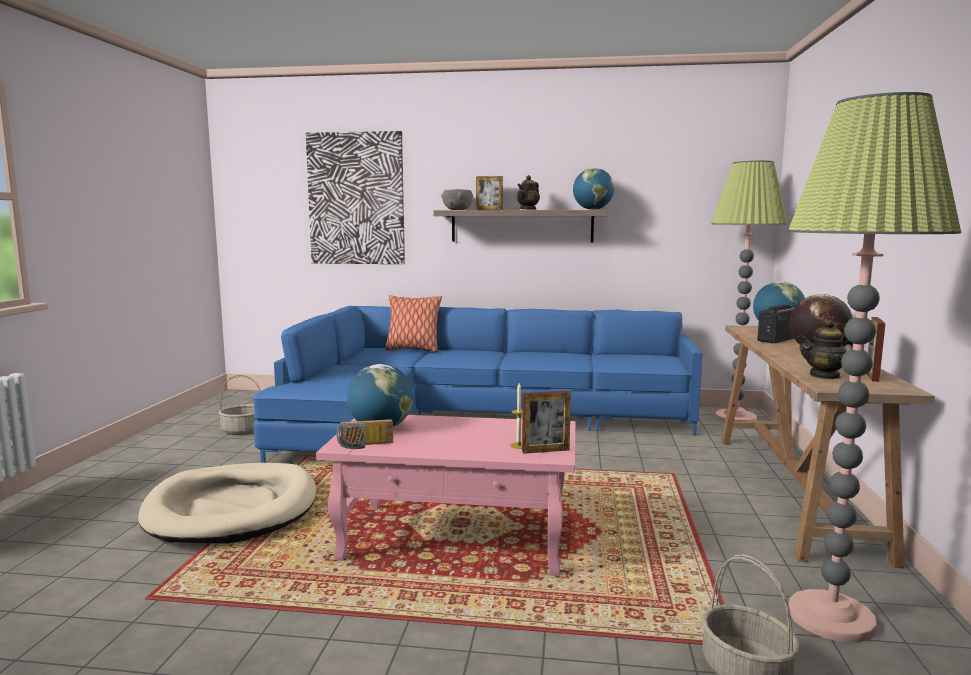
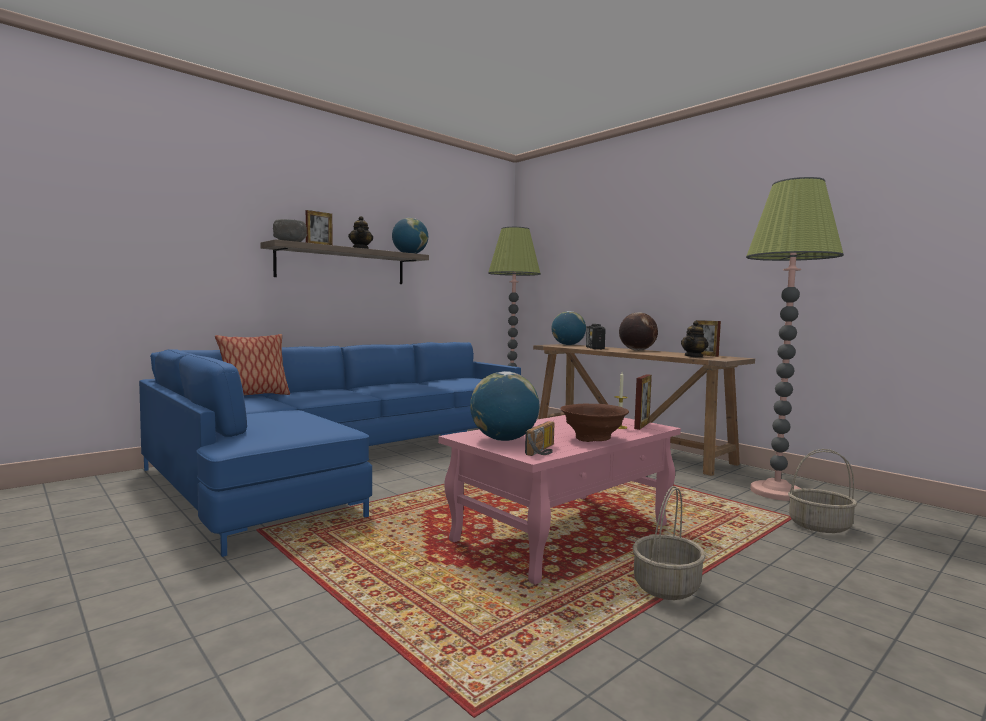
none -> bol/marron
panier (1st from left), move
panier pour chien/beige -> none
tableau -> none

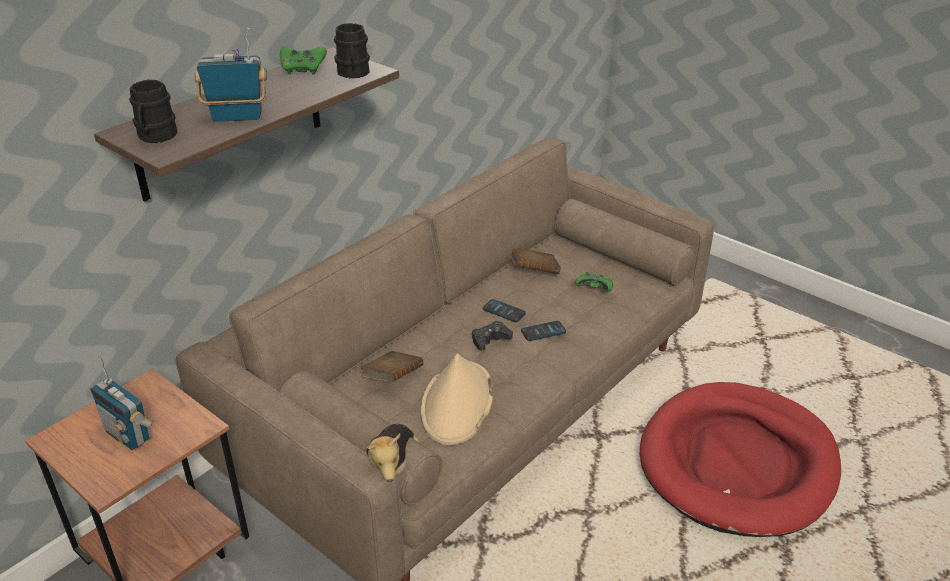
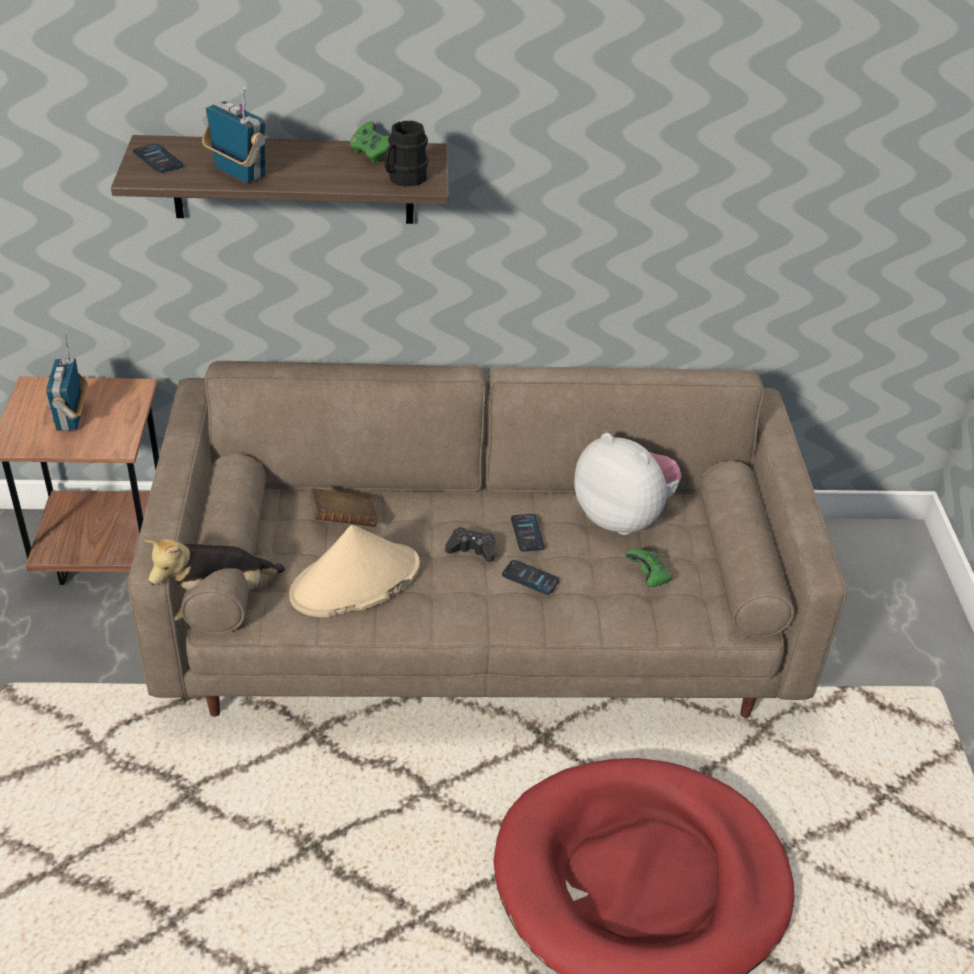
mug/noir (1st from left) -> téléphone (1st from left)
livre/marron (2nd from left) -> peluche (2nd from left)

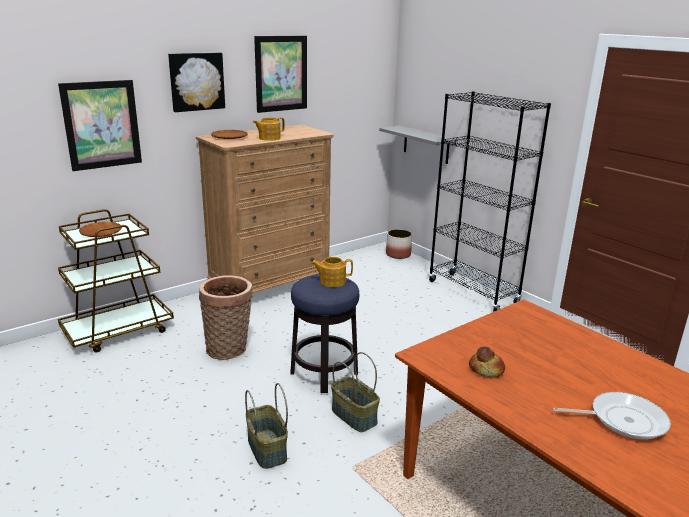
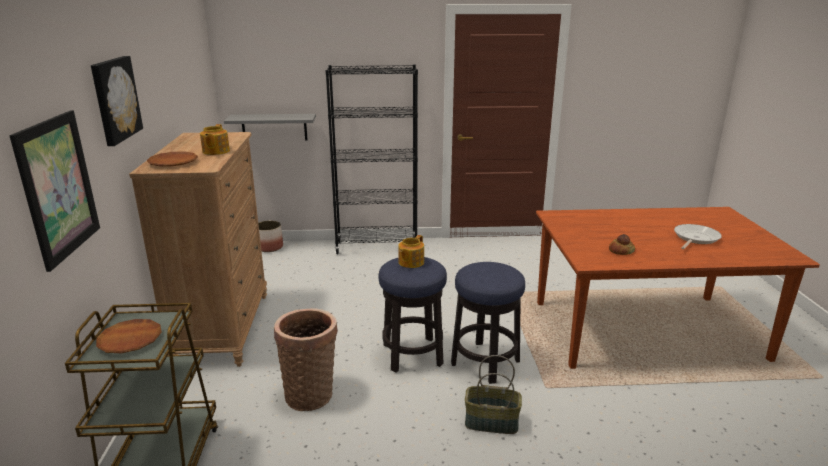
panier (3rd from left) -> tabouret (2nd from left)
tableau (3rd from left) -> none

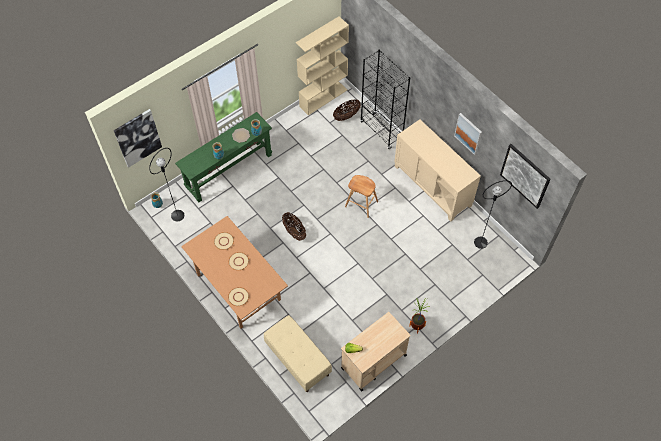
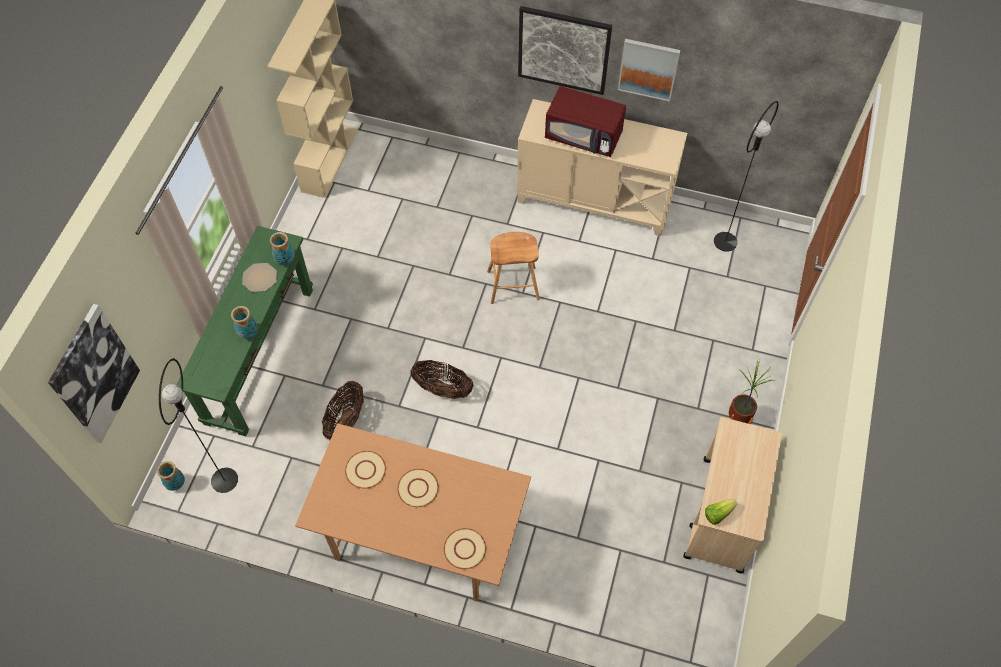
panier (2nd from left in the first image) -> panier (1st from left), move
tableau (3rd from left in the first image) -> tableau (2nd from left), move
none -> micro-ondes/rouge
banc/beige -> none
bibliothèque/noir -> none

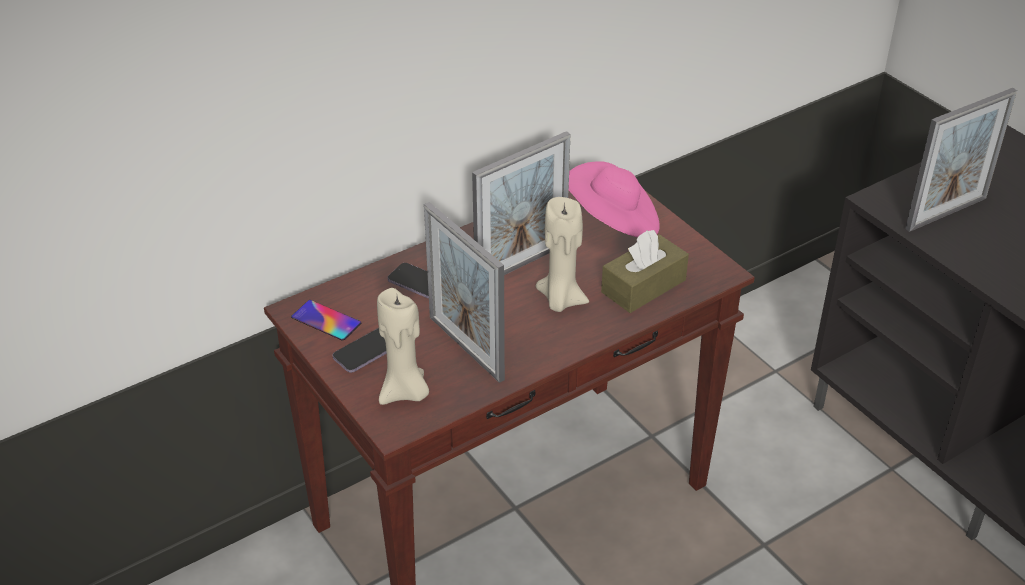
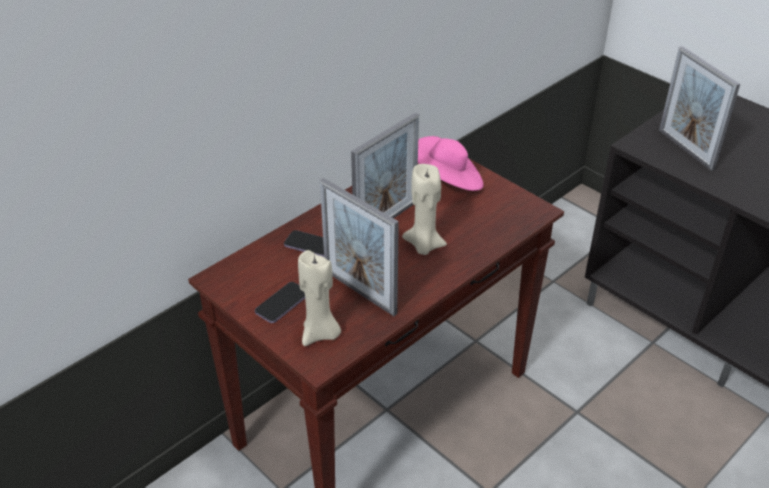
cadre photo (3rd from left), 105 degrees clockwise
téléphone (1st from left) -> none
boîte à mouchoirs/marron -> none

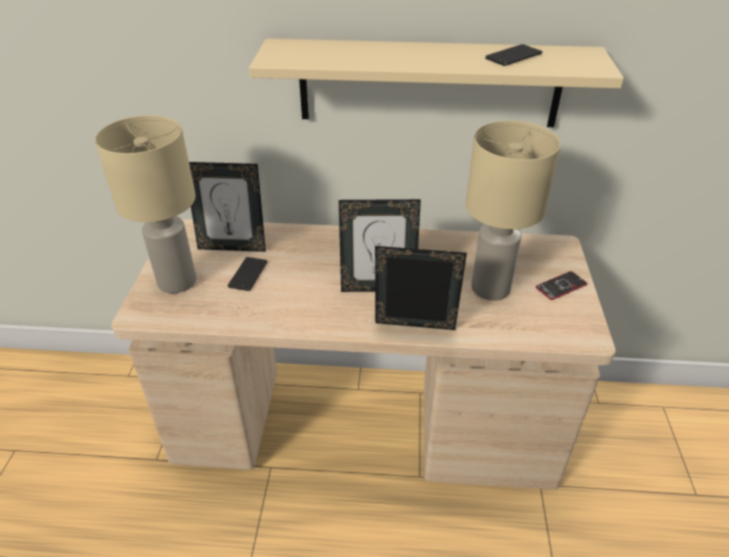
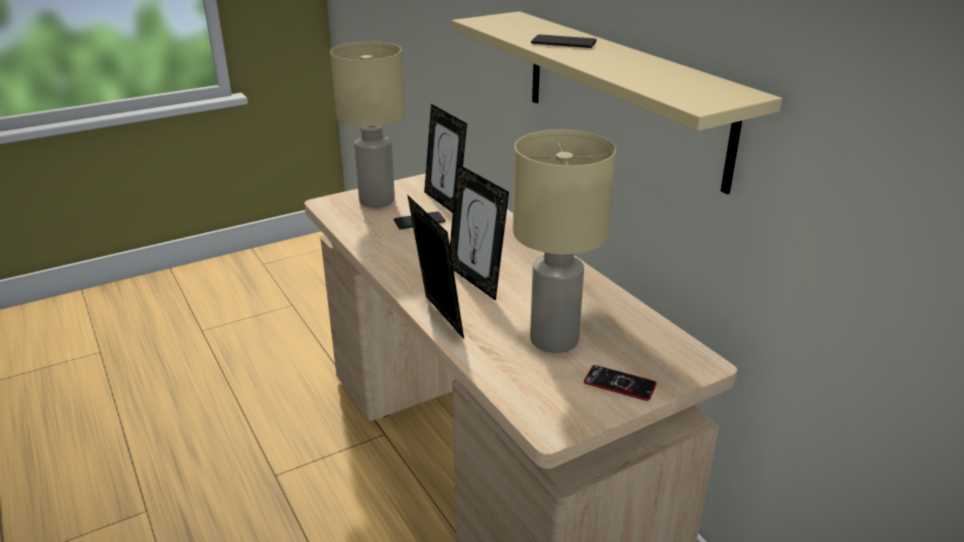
téléphone (2nd from left), move

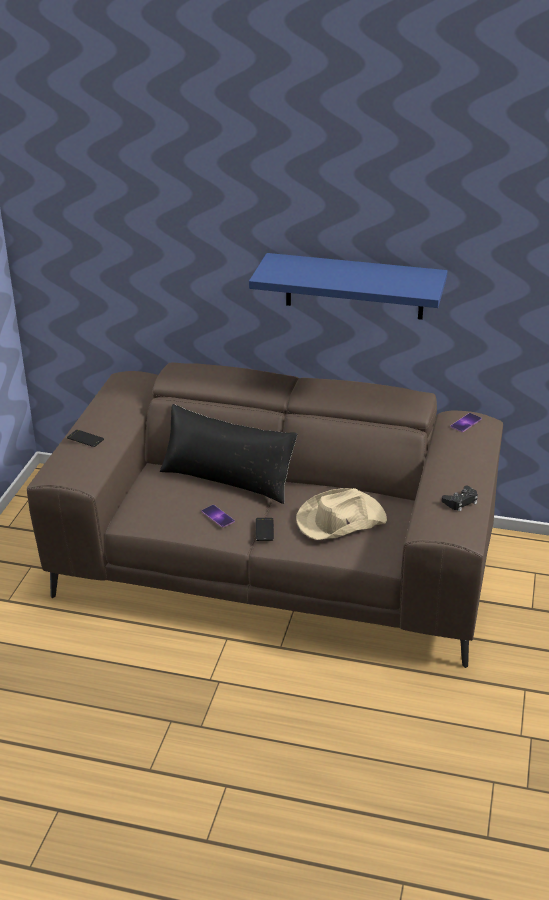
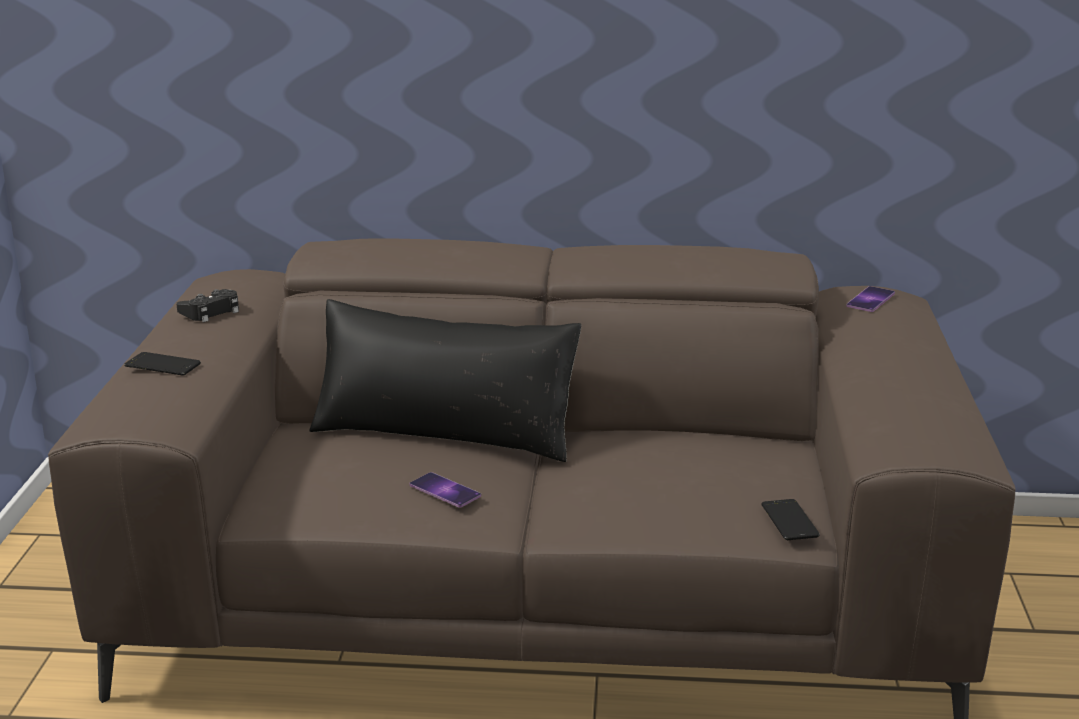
manette/noir, move
téléphone (3rd from left), move
étagère/bleu -> none
chapeau/beige -> none

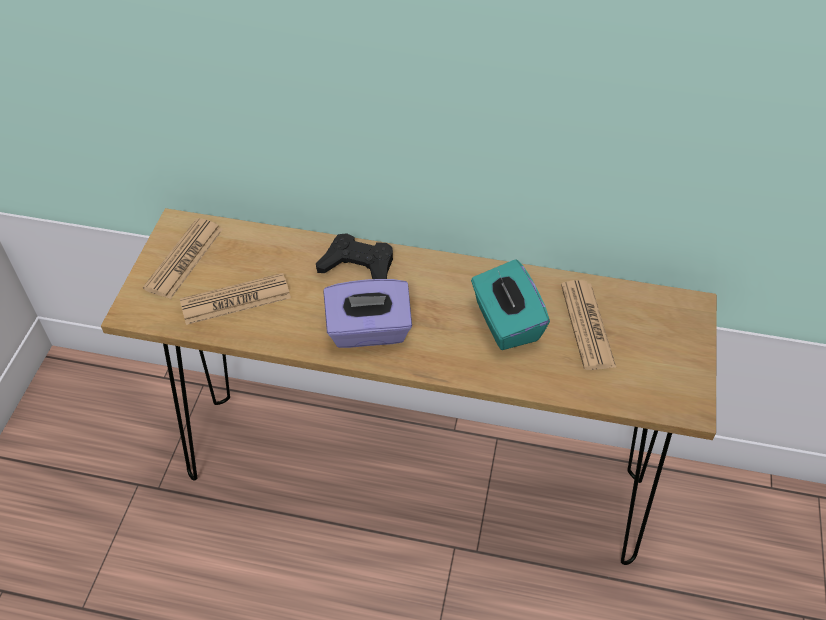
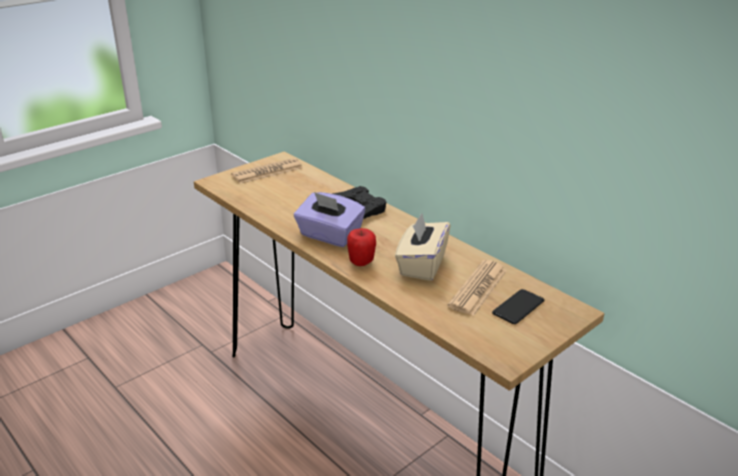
none -> pomme
boîte à mouchoirs/turquoise -> boîte à mouchoirs/beige
none -> téléphone
journal (2nd from left) -> none

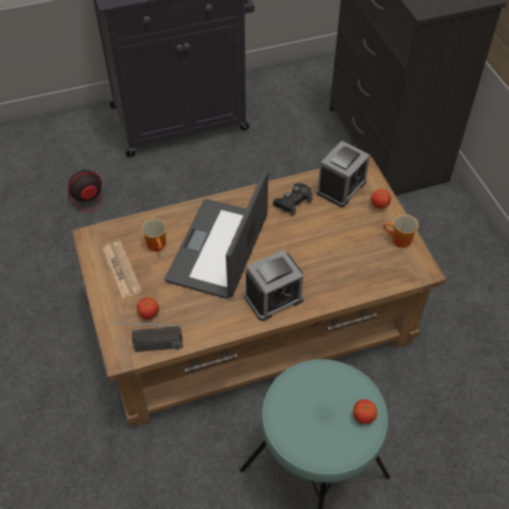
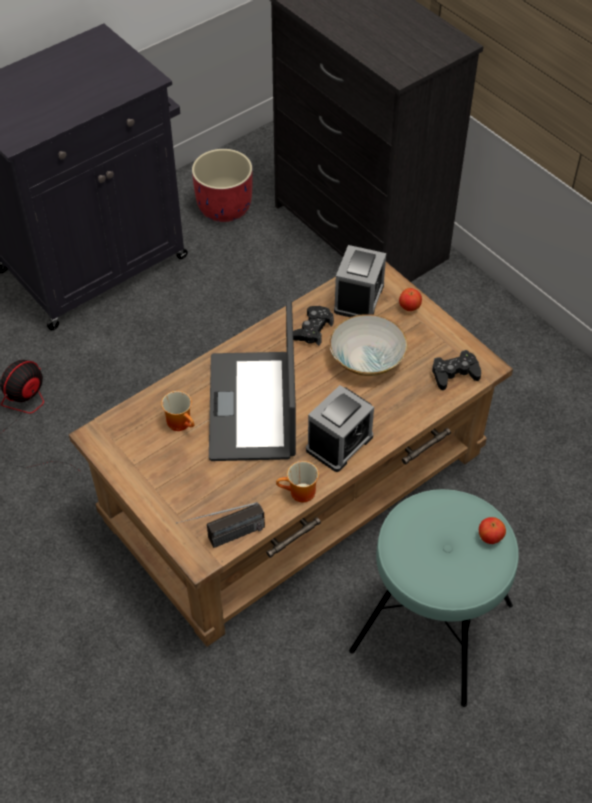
none -> cache-pot/rouge
mug (2nd from left), move
none -> bol
none -> manette/noir (2nd from left)
journal -> none
pomme (1st from left) -> none

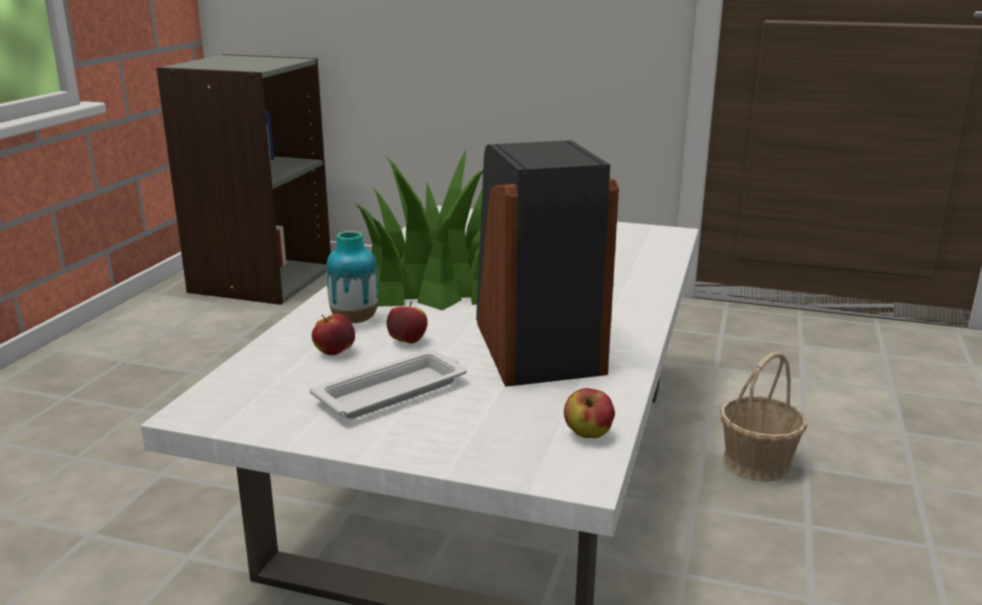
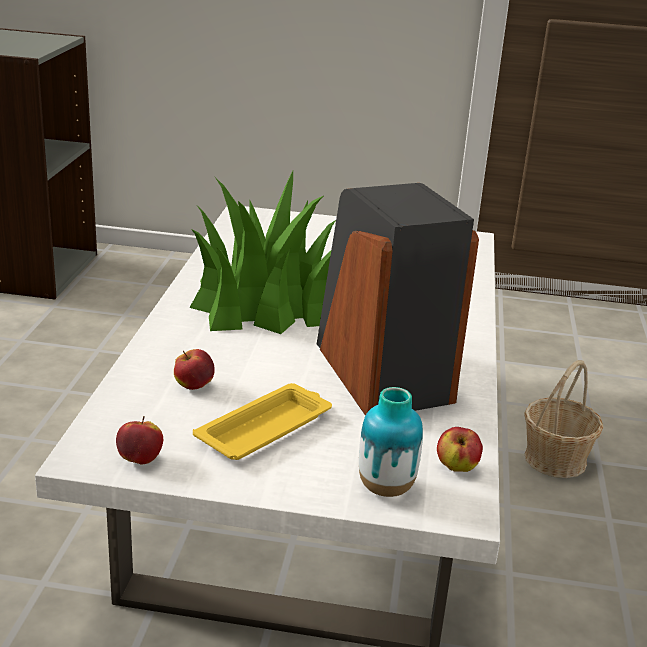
pomme (2nd from left in the first image) -> pomme (1st from left), move
plateau/blanc -> plateau/jaune
vase, move

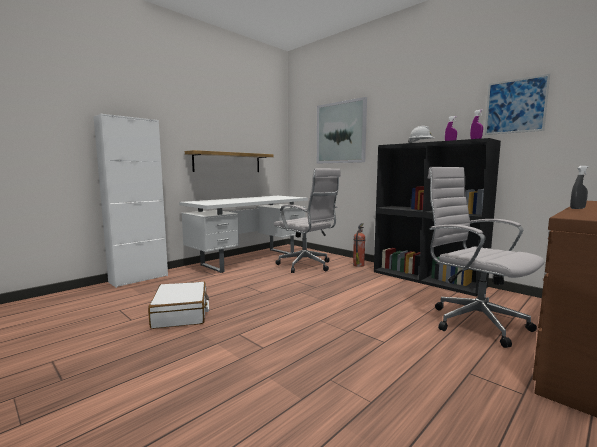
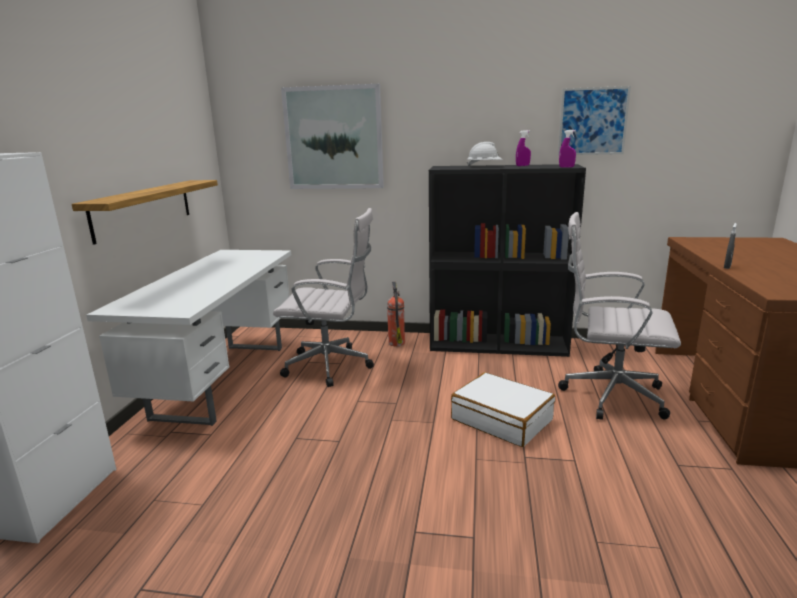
valise/blanc, move

